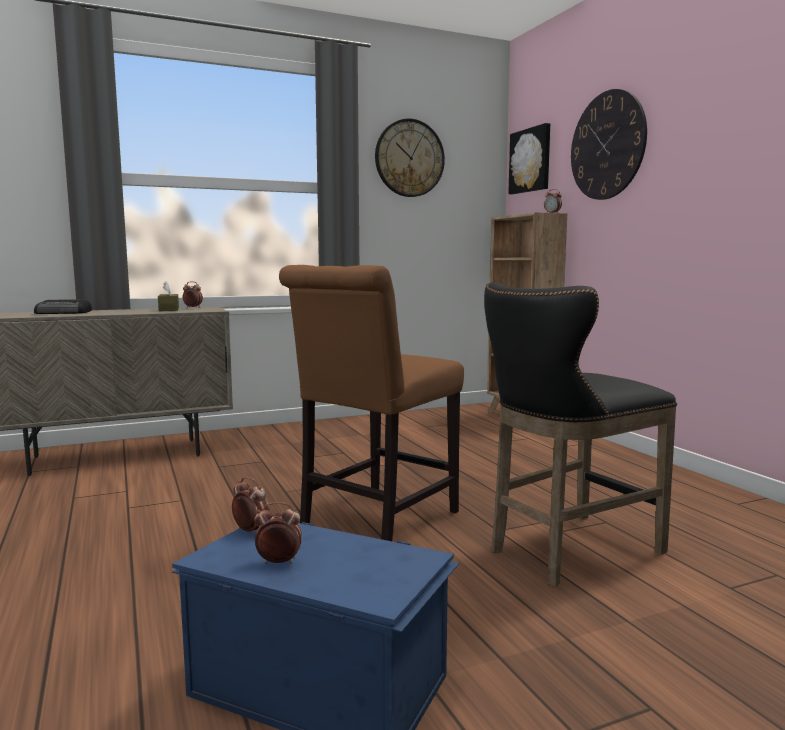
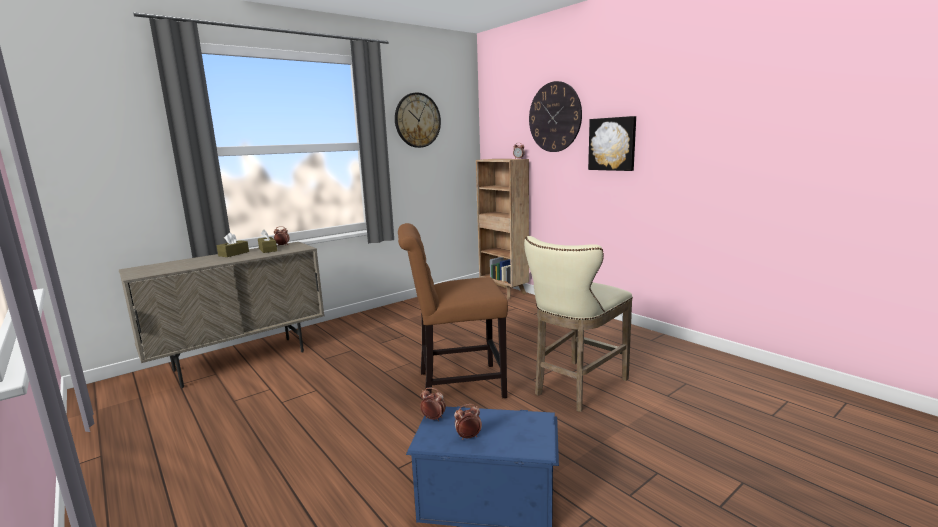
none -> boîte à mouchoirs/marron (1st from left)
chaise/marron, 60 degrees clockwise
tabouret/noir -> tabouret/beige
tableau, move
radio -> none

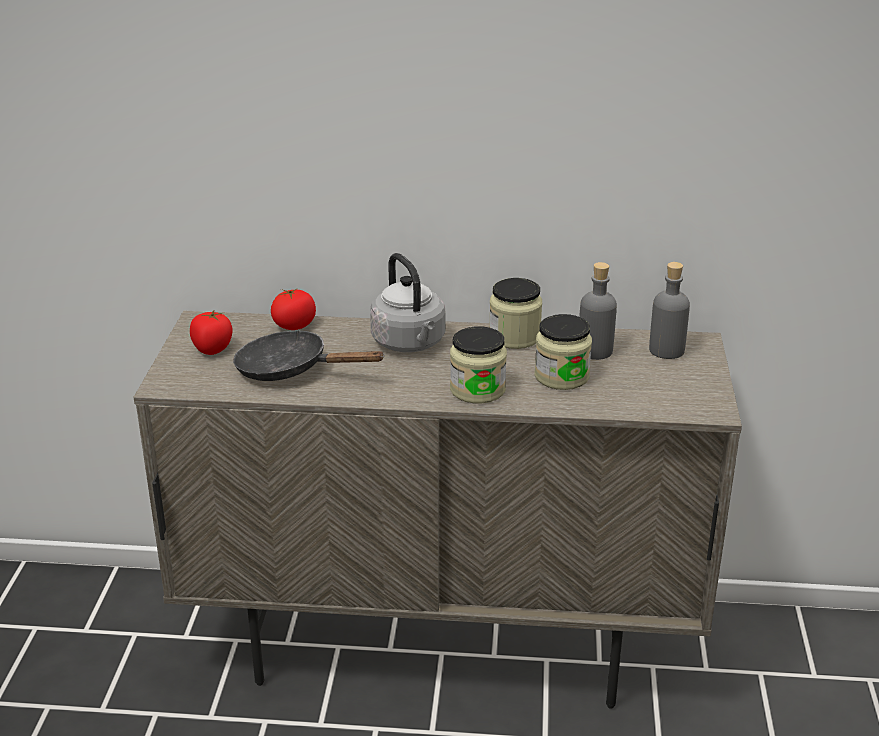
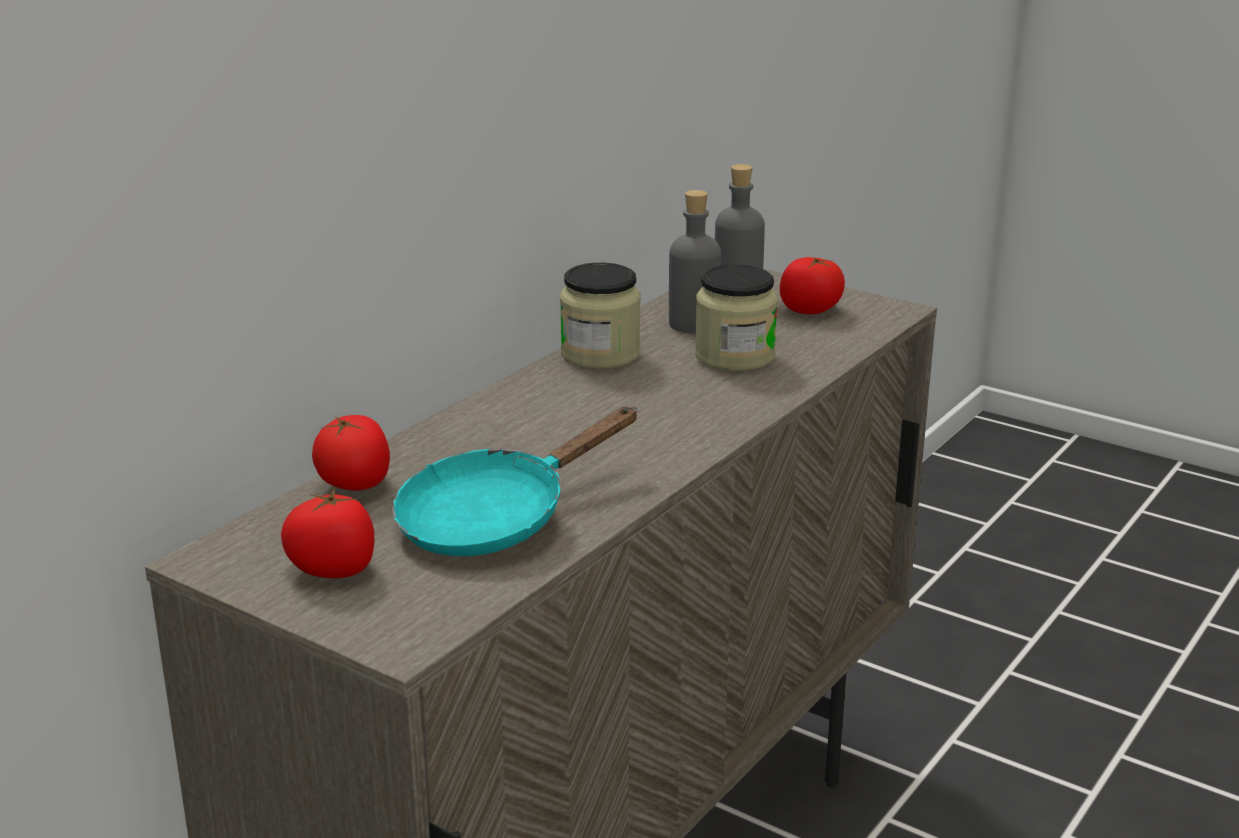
poêle/noir -> poêle/turquoise
none -> tomate (3rd from left)
bouilloire/gris -> none
bocal (1st from left) -> none

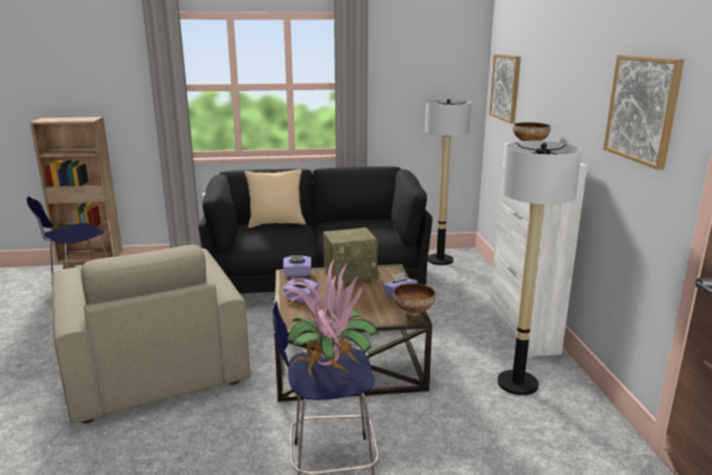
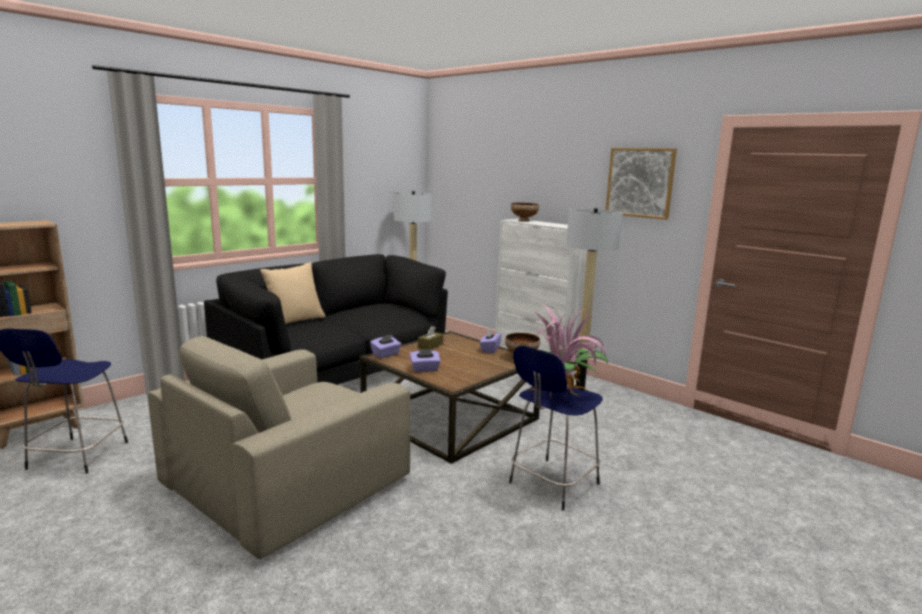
fauteuil/beige, 105 degrees clockwise
radio -> boîte à mouchoirs/marron
tableau (1st from left) -> none

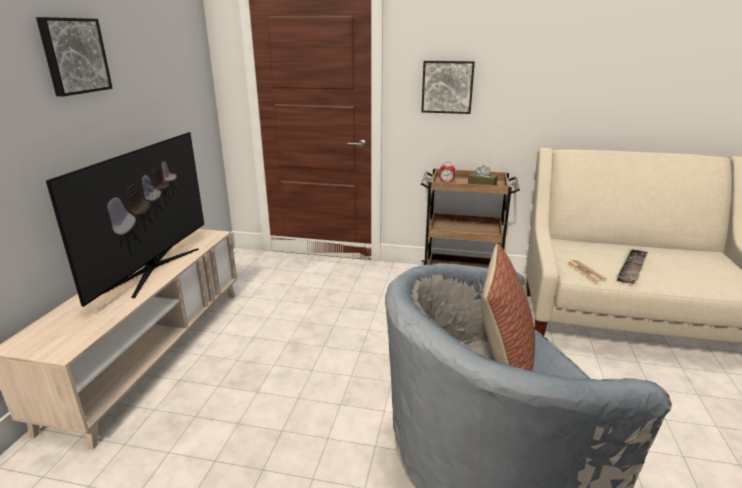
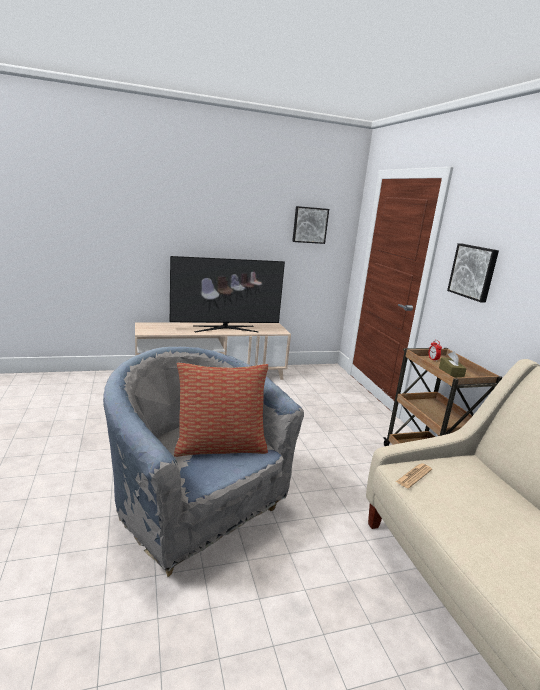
tableau (1st from left), move
plateau -> none

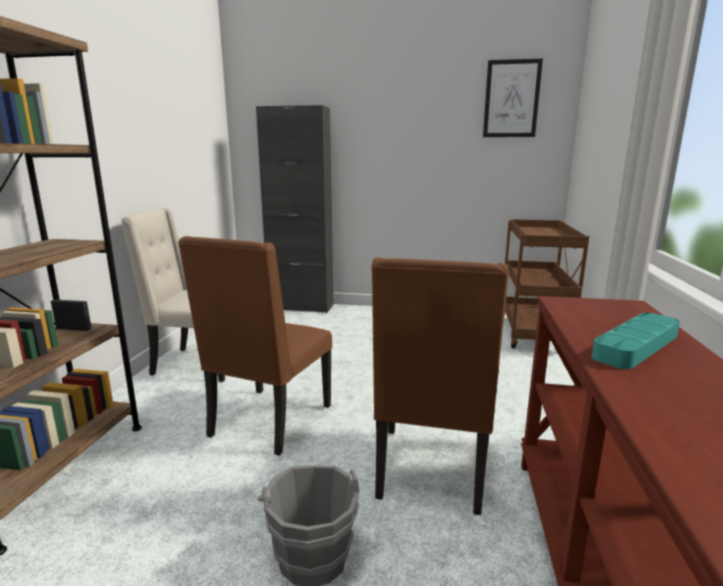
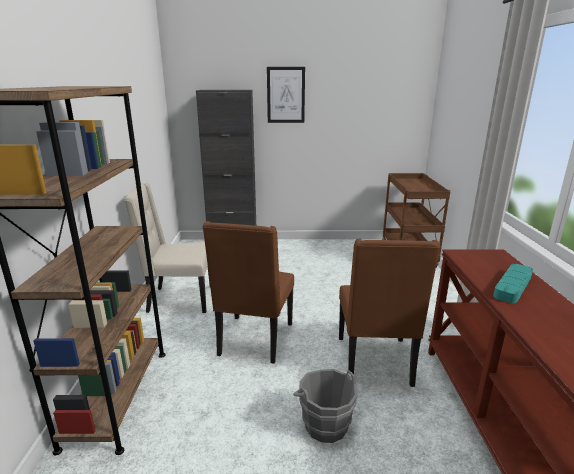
tableau, move

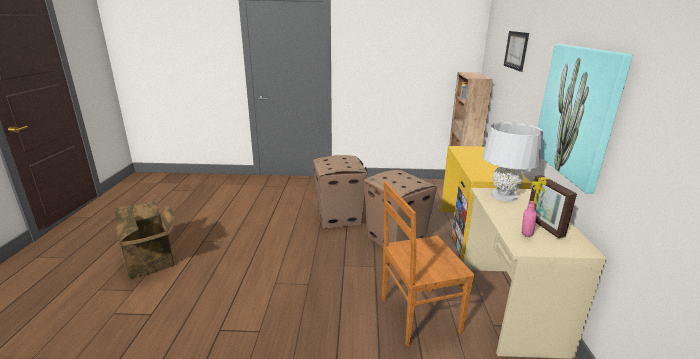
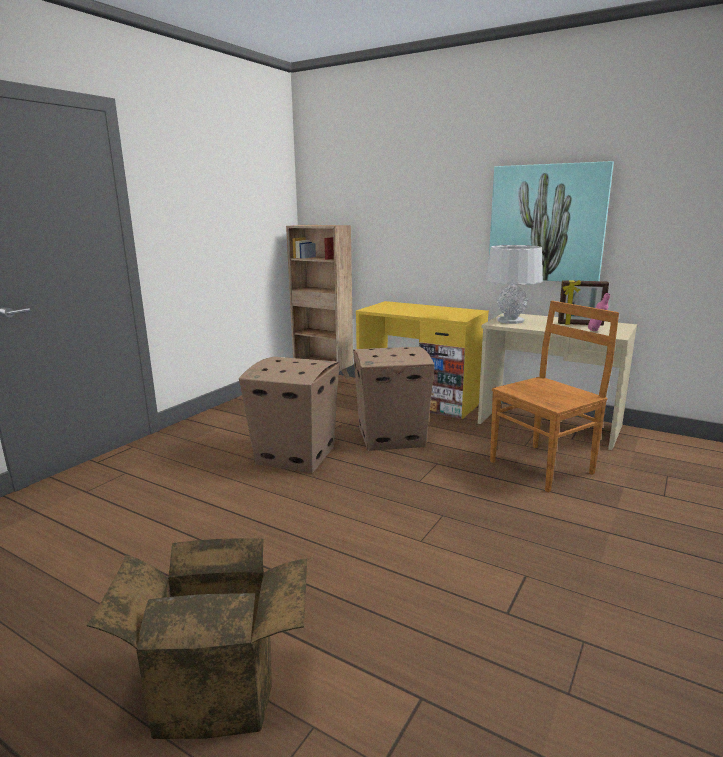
chaise/marron, 135 degrees counterclockwise
tableau (1st from left) -> none

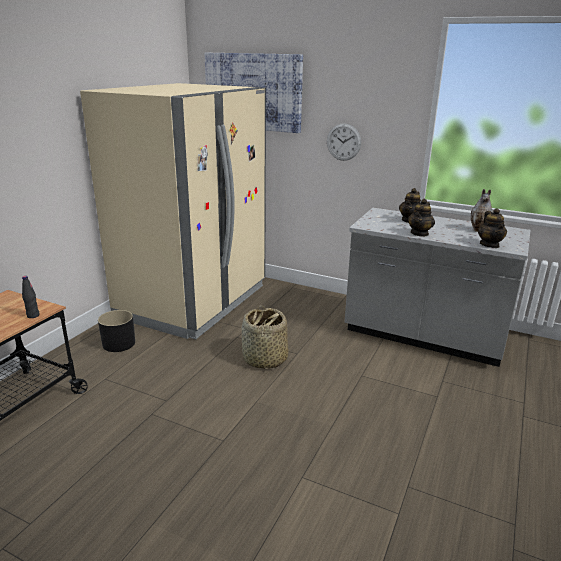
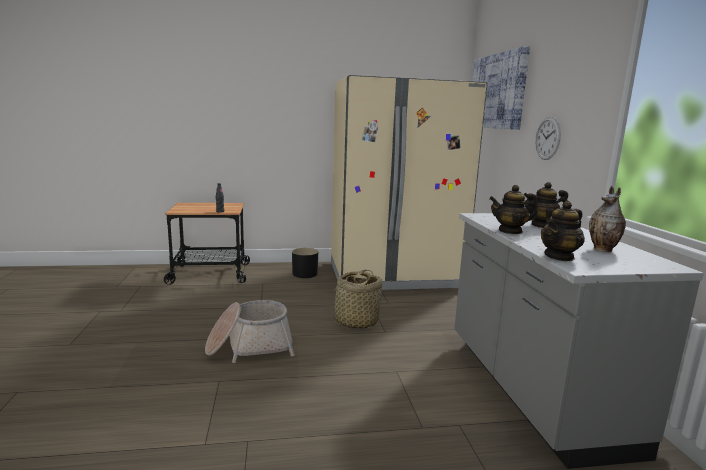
none -> panier (1st from left)

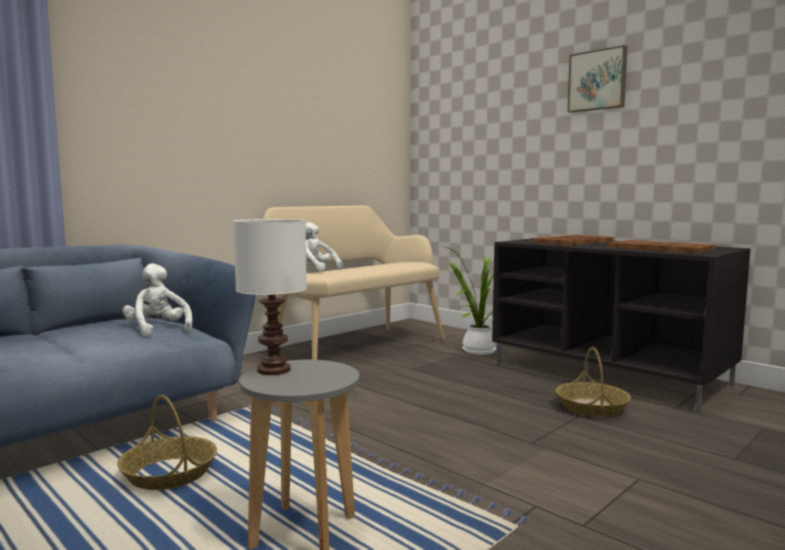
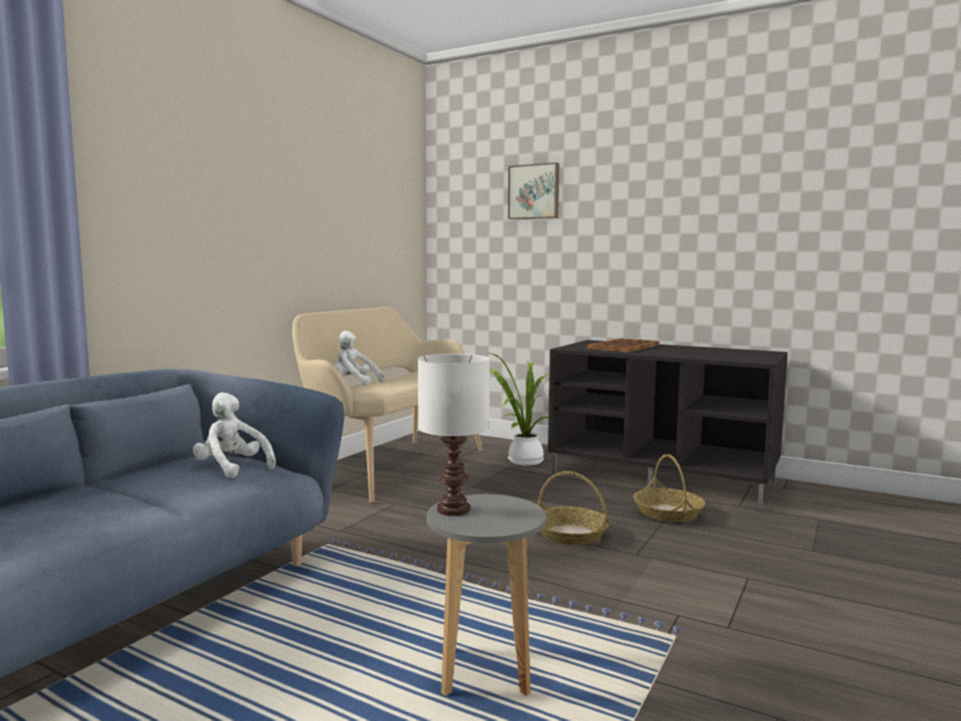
tableau, move
panier (1st from left), move
plateau/marron (2nd from left) -> none

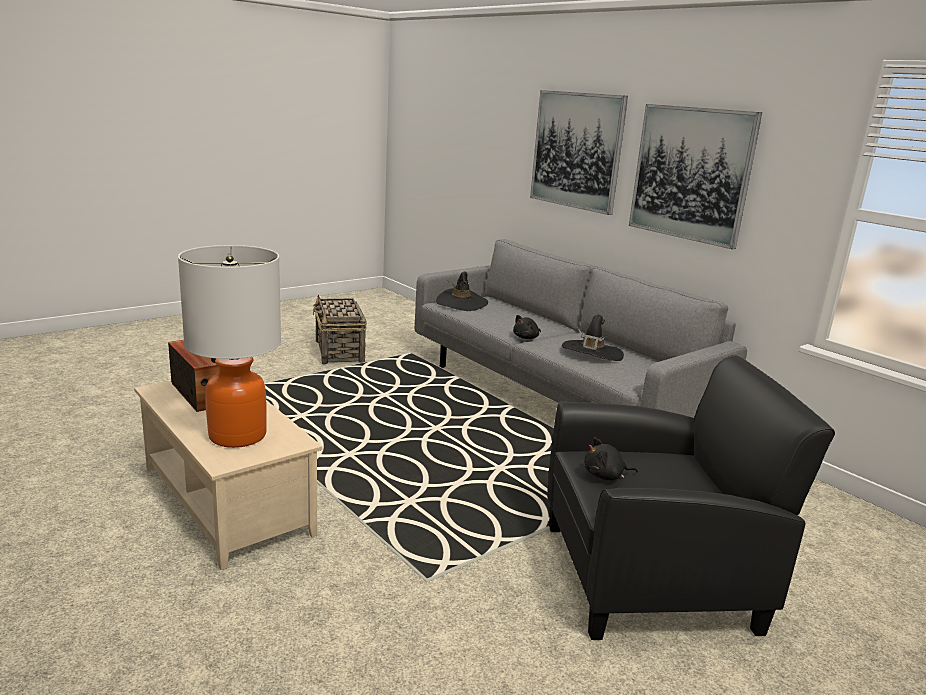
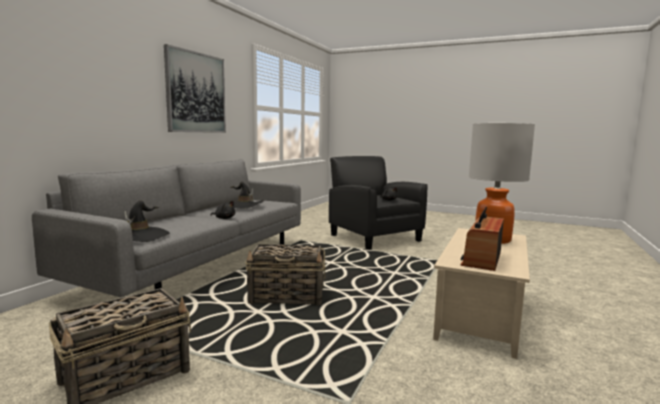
none -> panier (2nd from left)
tableau (1st from left) -> none

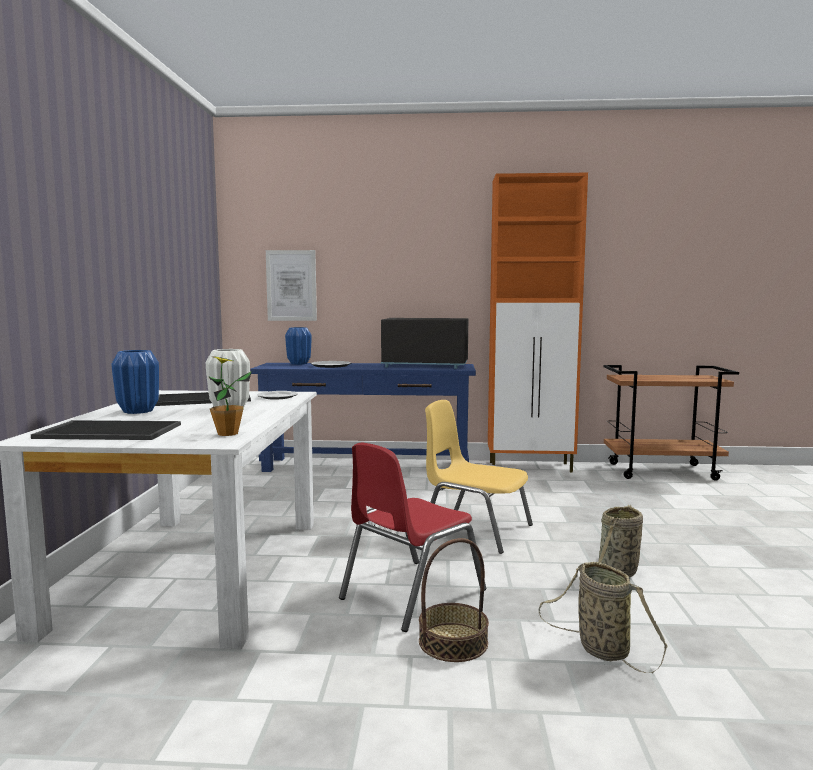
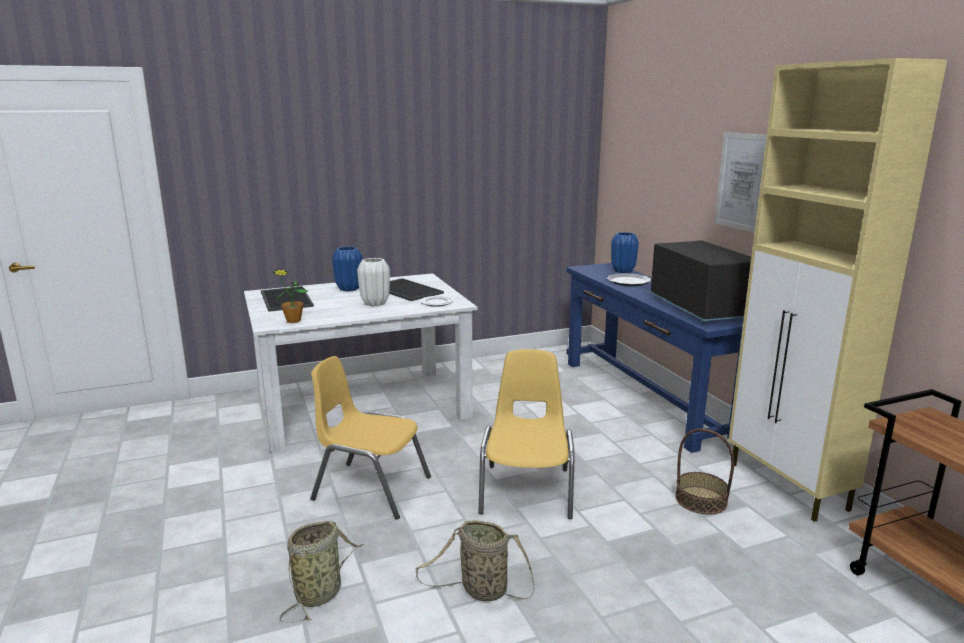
chaise/rouge -> chaise/jaune (1st from left)
panier (1st from left in the first image) -> panier (3rd from left), move
tableau, move
meuble de rangement/orange -> meuble de rangement/beige

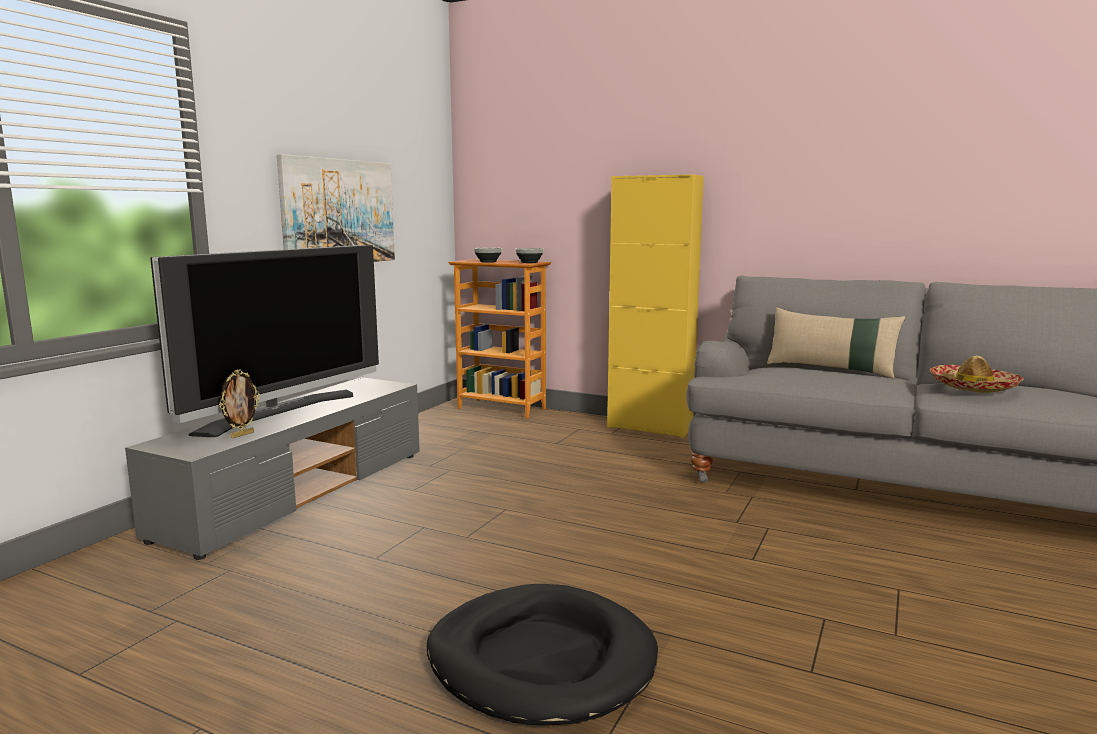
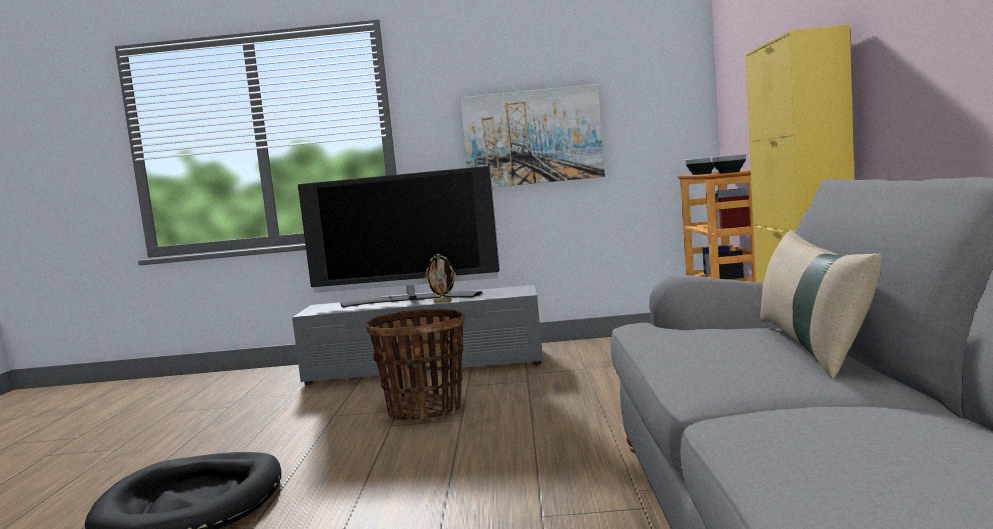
none -> panier
cadre photo, move
chapeau -> none

